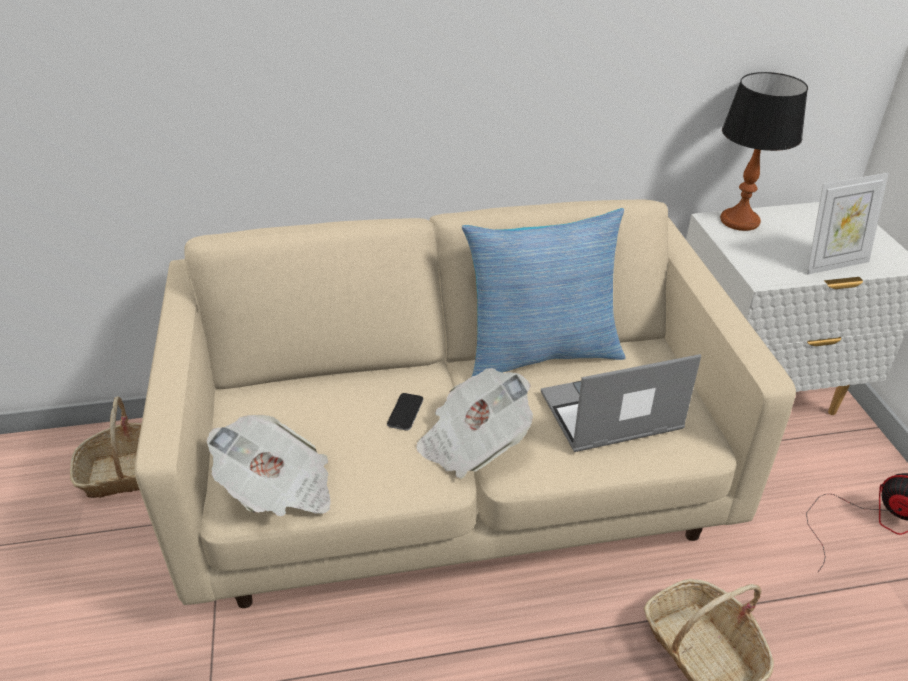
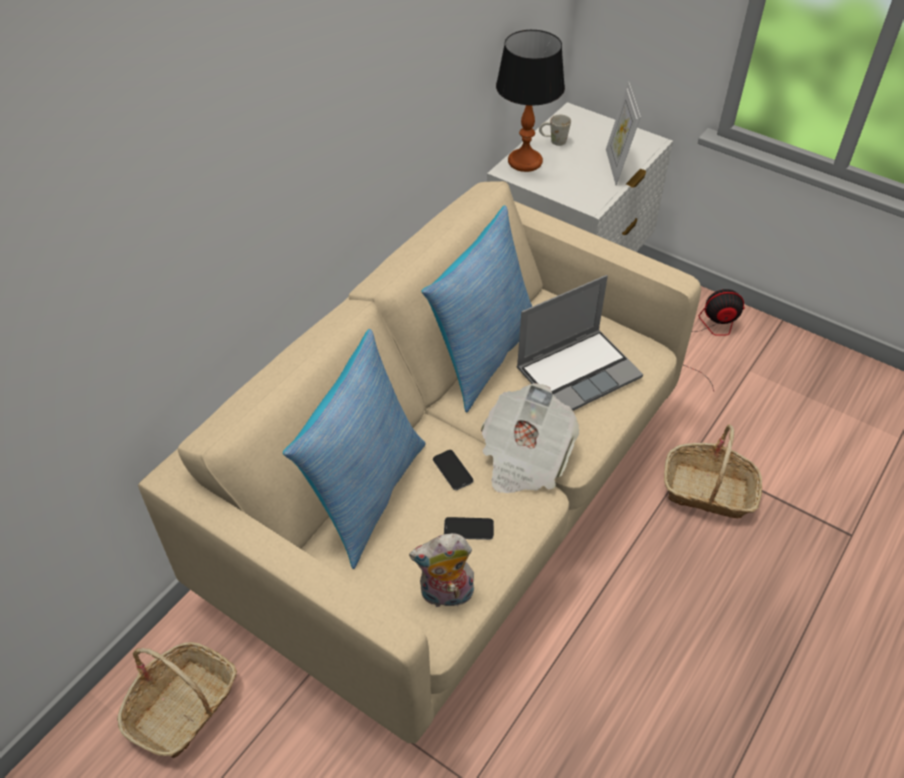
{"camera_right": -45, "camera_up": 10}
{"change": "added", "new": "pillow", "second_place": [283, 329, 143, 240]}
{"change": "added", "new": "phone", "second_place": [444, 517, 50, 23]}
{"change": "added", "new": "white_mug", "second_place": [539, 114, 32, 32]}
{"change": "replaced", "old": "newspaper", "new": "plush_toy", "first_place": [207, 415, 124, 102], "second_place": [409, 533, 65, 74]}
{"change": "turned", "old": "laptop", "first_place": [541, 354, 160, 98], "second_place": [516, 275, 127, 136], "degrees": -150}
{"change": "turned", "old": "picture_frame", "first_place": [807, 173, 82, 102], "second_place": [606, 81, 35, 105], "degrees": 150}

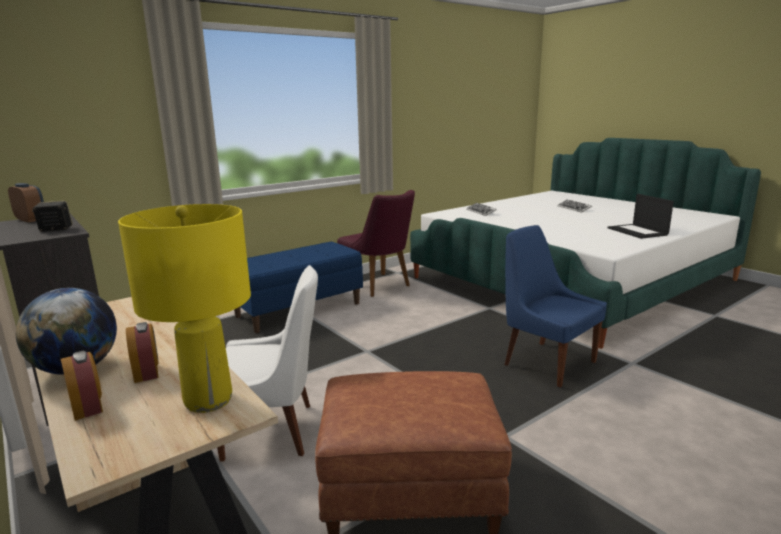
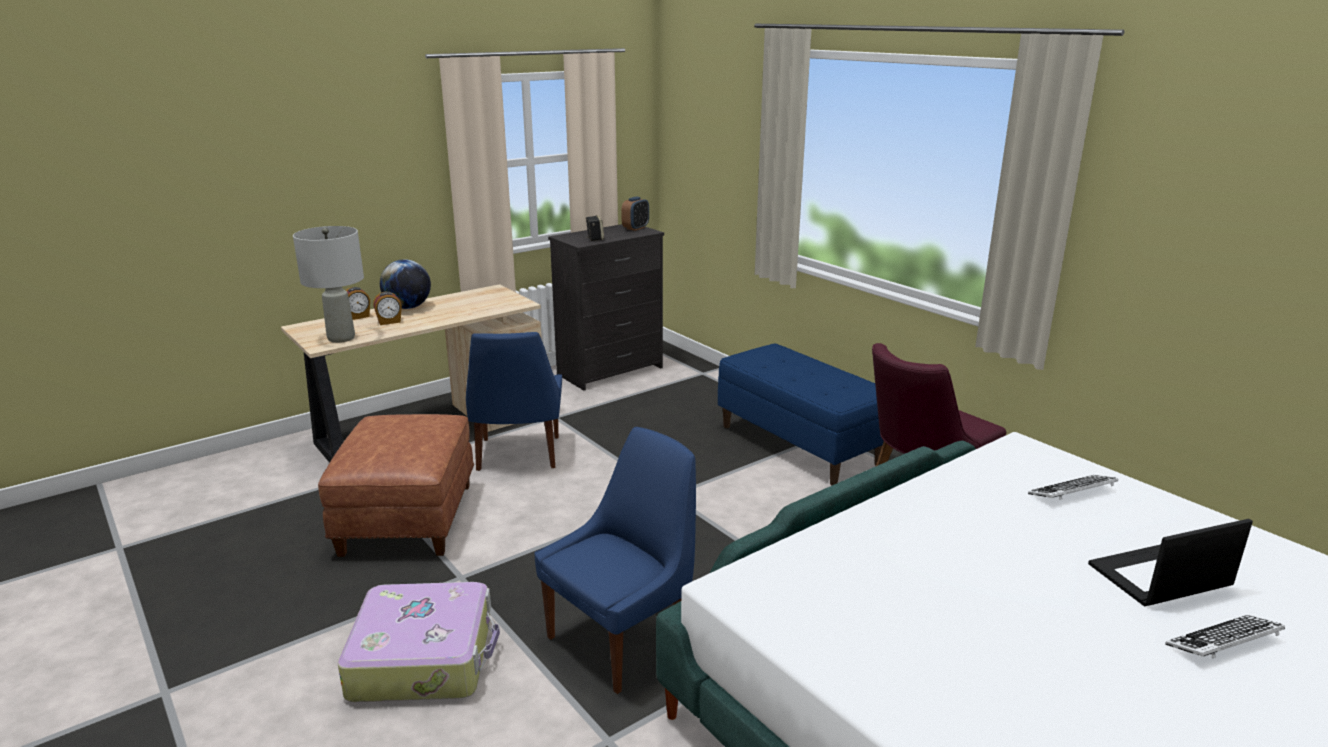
{"camera_right": 90, "camera_up": 5}
{"change": "added", "new": "suitcase", "second_place": [338, 582, 162, 120]}
{"change": "moved", "old": "laptop", "first_place": [607, 194, 67, 45], "second_place": [1088, 519, 165, 87]}
{"change": "recoloured", "old": "yellow_table_lamp", "new": "grey_table_lamp", "first_place": [118, 204, 133, 209], "second_place": [293, 226, 71, 117]}
{"change": "recoloured", "old": "white_chair", "new": "blue_chair", "first_place": [217, 265, 101, 197], "second_place": [466, 332, 96, 139]}

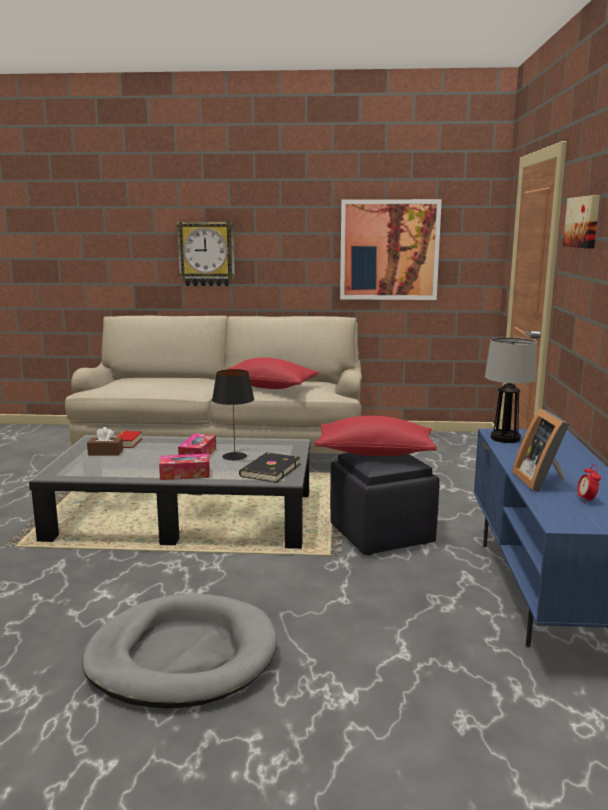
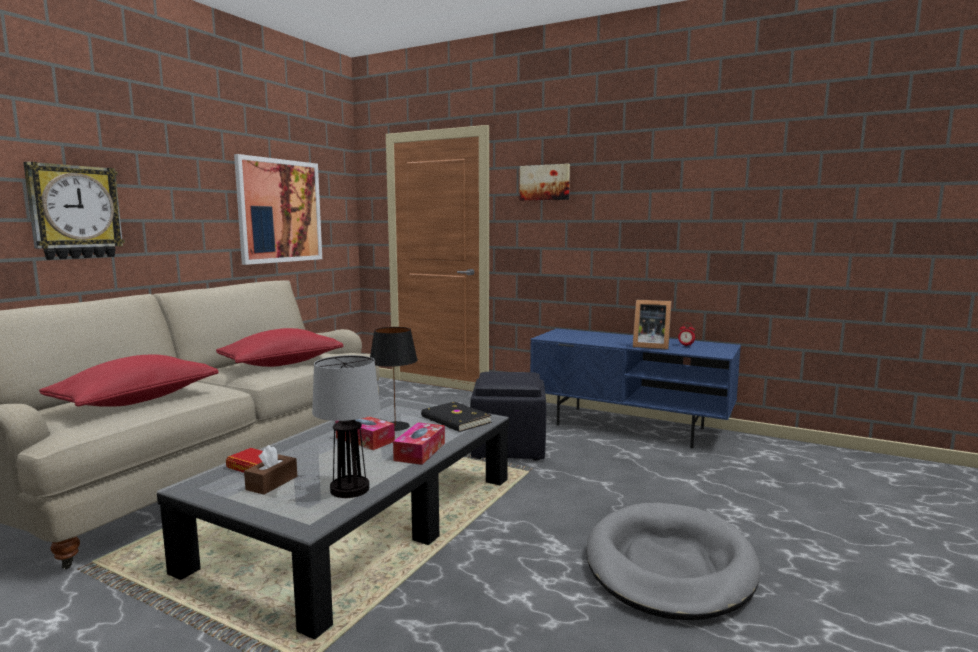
{"camera_right": -65, "camera_up": -5}
{"change": "moved", "old": "red_pillow", "first_place": [315, 416, 122, 40], "second_place": [39, 355, 180, 52]}
{"change": "moved", "old": "table_lamp", "first_place": [485, 337, 52, 106], "second_place": [312, 355, 68, 143]}

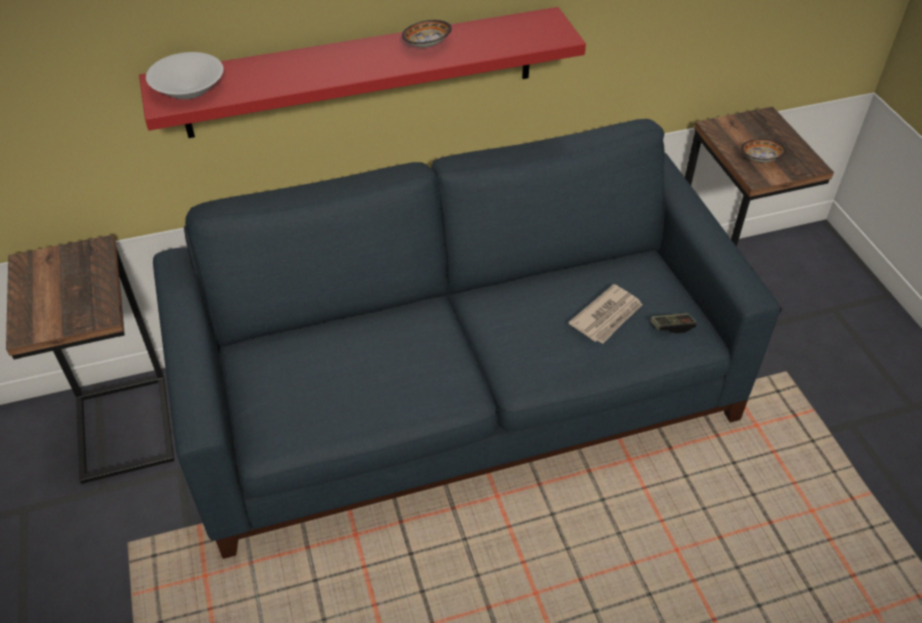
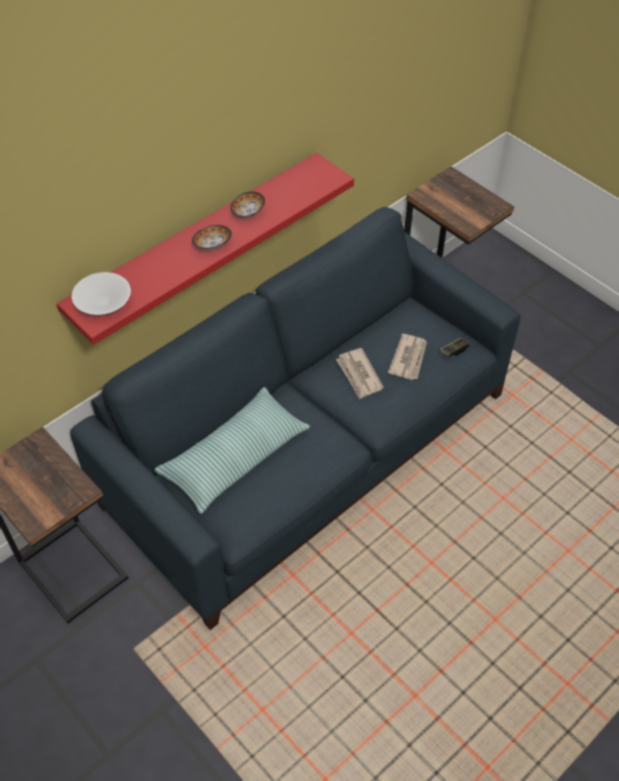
{"camera_right": -25, "camera_up": 5}
{"change": "added", "new": "pillow", "second_place": [154, 387, 156, 127]}
{"change": "added", "new": "newspaper", "second_place": [336, 348, 48, 51]}
{"change": "moved", "old": "bowl", "first_place": [741, 139, 46, 23], "second_place": [192, 225, 40, 25]}

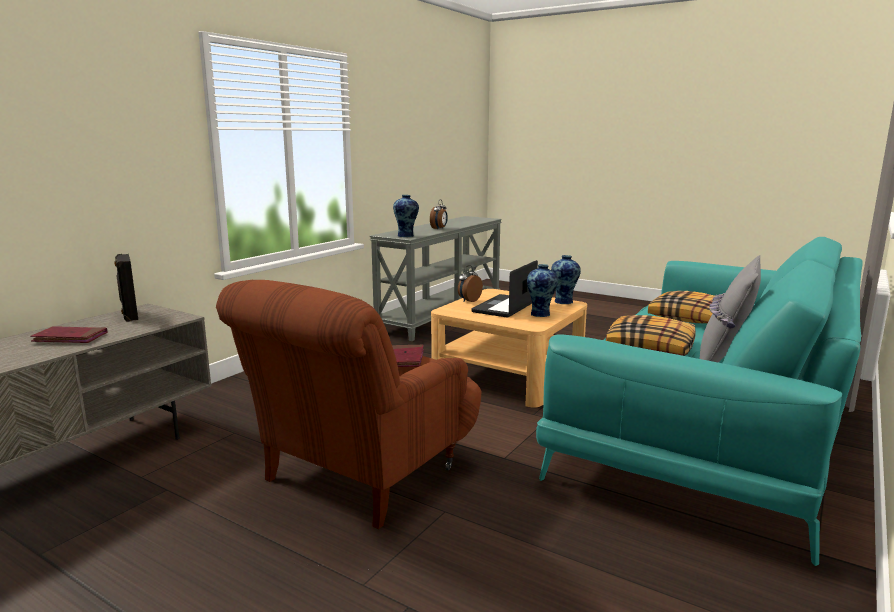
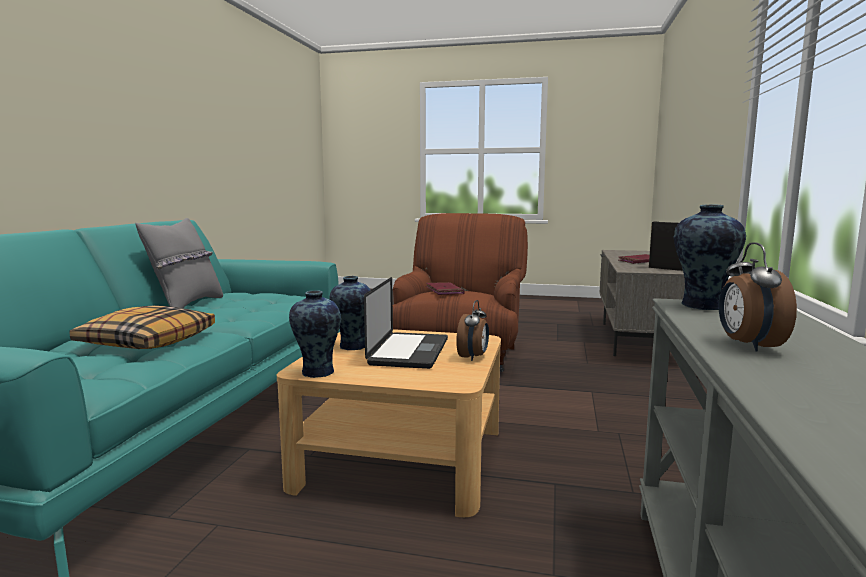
{"camera_right": 160, "camera_up": -5}
{"change": "removed", "old": "pillow", "first_place": [606, 315, 90, 41]}

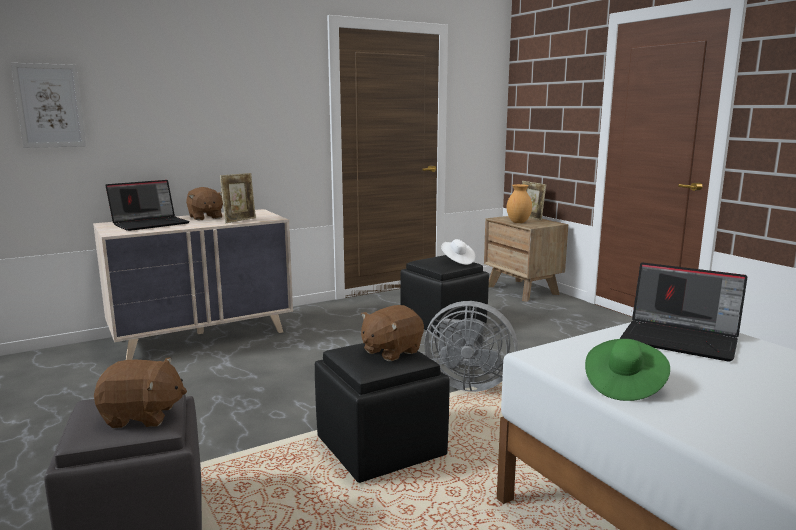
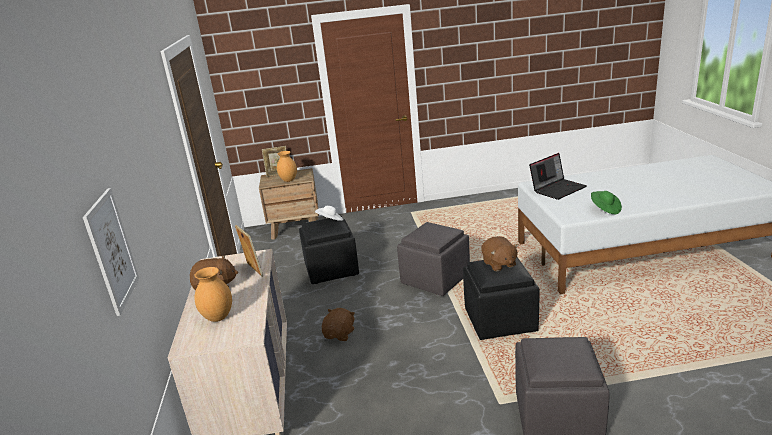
{"camera_right": -65, "camera_up": 10}
{"change": "moved", "old": "brown_plush_toy", "first_place": [94, 357, 93, 71], "second_place": [322, 308, 33, 33]}
{"change": "replaced", "old": "laptop", "new": "brown_vase", "first_place": [105, 180, 85, 51], "second_place": [194, 267, 38, 55]}
{"change": "replaced", "old": "grey_fan", "new": "grey_ottoman", "first_place": [424, 301, 94, 91], "second_place": [397, 222, 73, 74]}

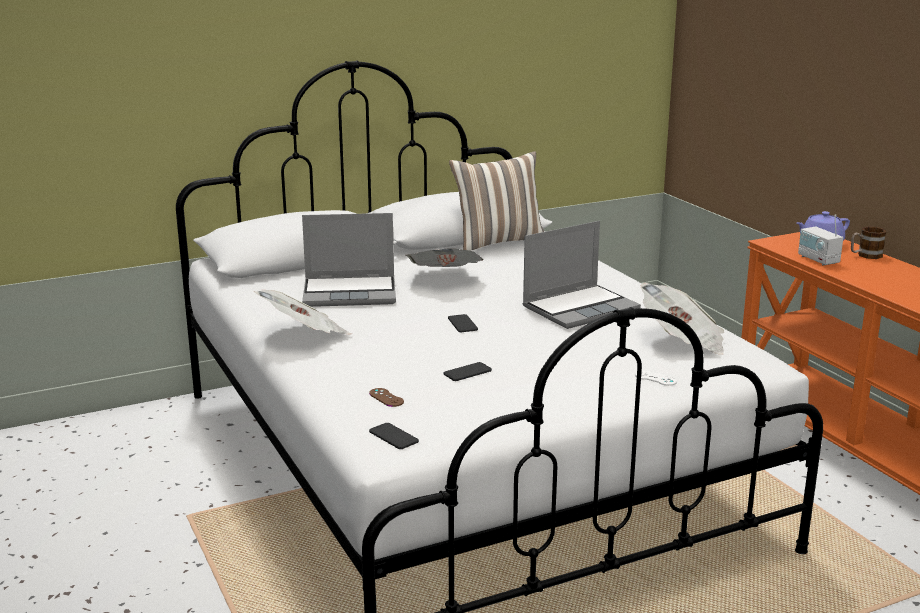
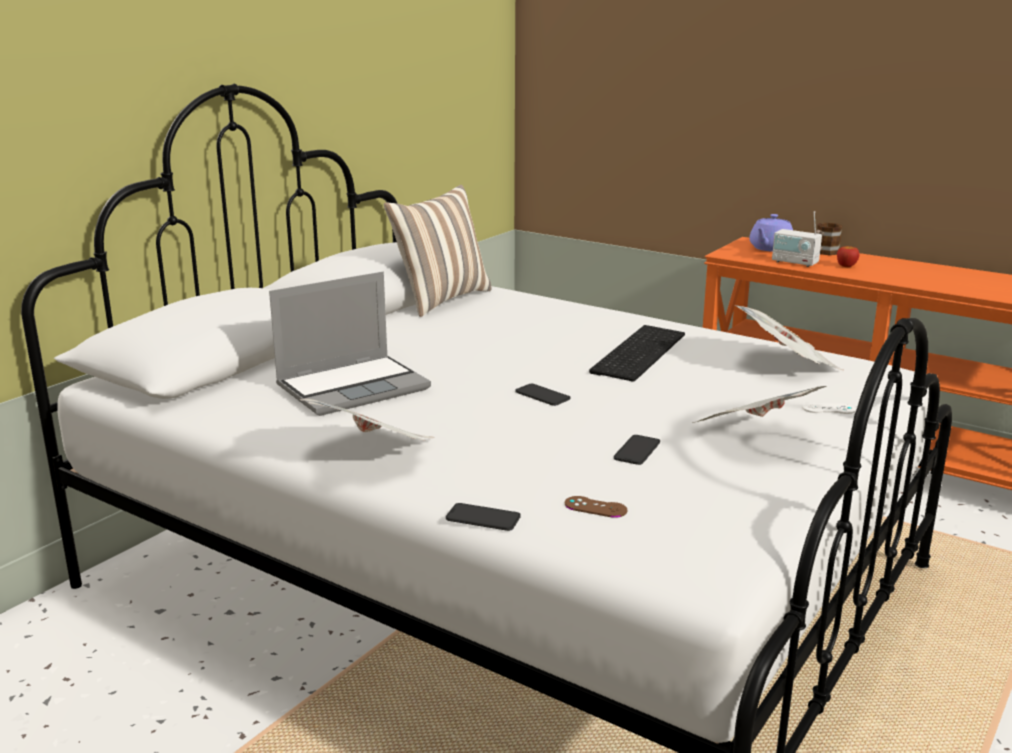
{"camera_right": -30, "camera_up": 0}
{"change": "added", "new": "apple", "second_place": [837, 246, 23, 21]}
{"change": "moved", "old": "phone", "first_place": [369, 423, 50, 26], "second_place": [446, 503, 75, 28]}
{"change": "moved", "old": "newspaper", "first_place": [406, 248, 77, 19], "second_place": [692, 386, 134, 37]}
{"change": "replaced", "old": "laptop", "new": "keyboard", "first_place": [522, 221, 119, 108], "second_place": [589, 325, 96, 57]}

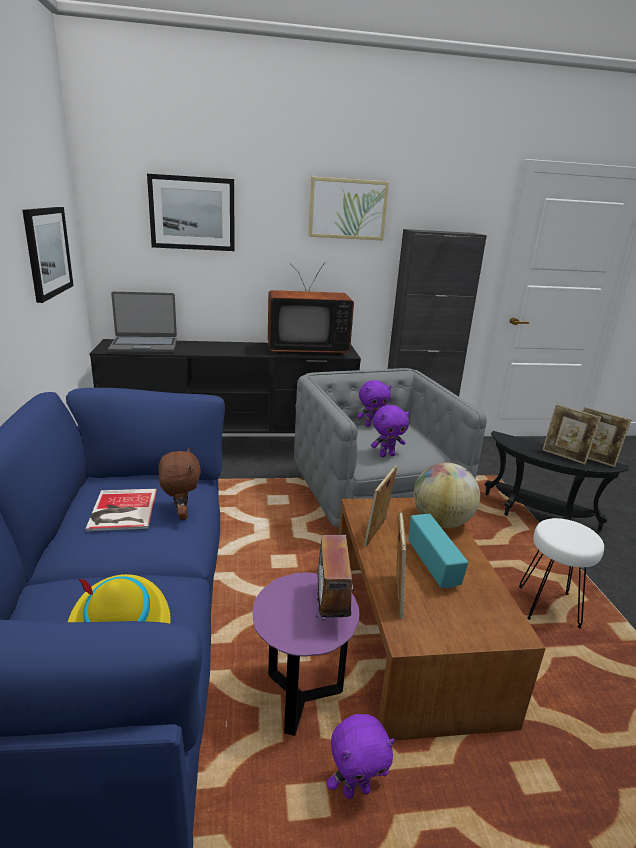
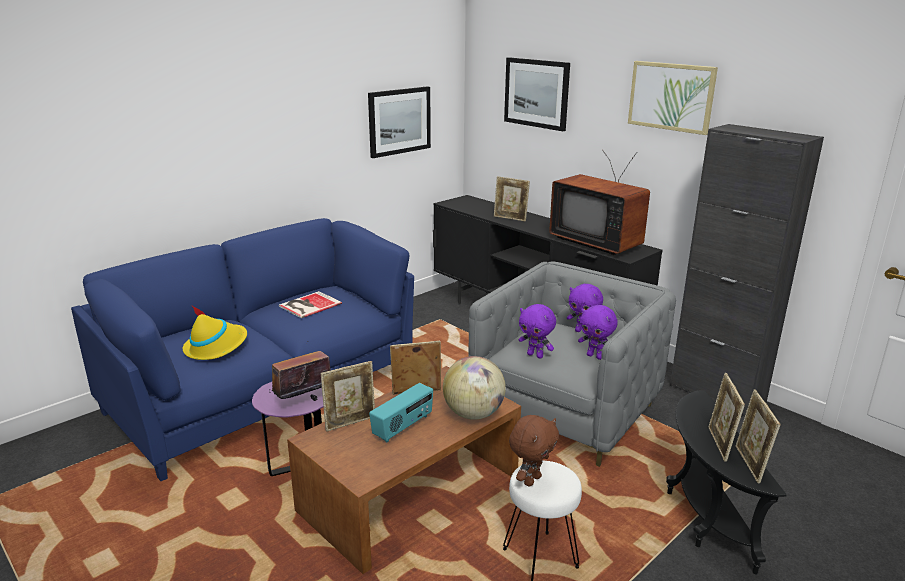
{"camera_right": 55, "camera_up": 0}
{"change": "removed", "old": "laptop", "first_place": [108, 291, 69, 62]}
{"change": "added", "new": "picture_frame", "second_place": [494, 176, 36, 46]}
{"change": "moved", "old": "brown_plush_toy", "first_place": [159, 448, 42, 72], "second_place": [509, 415, 50, 72]}
{"change": "moved", "old": "purple_plush_toy", "first_place": [327, 714, 68, 85], "second_place": [578, 305, 40, 55]}

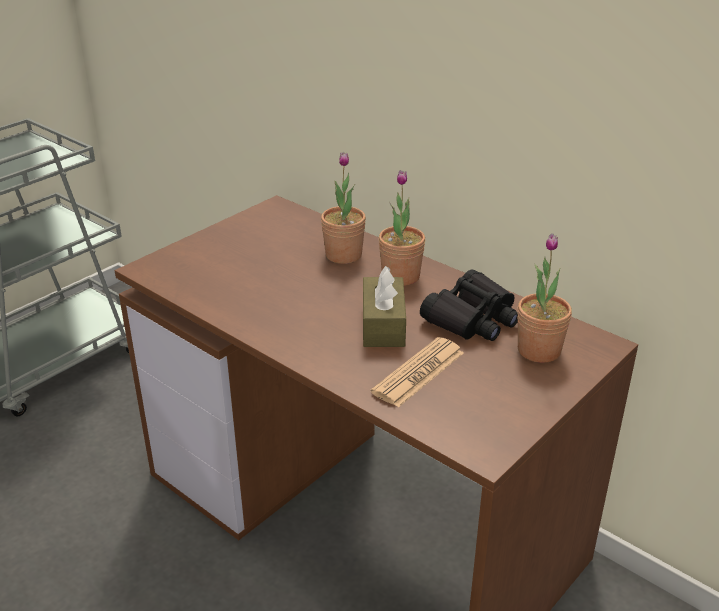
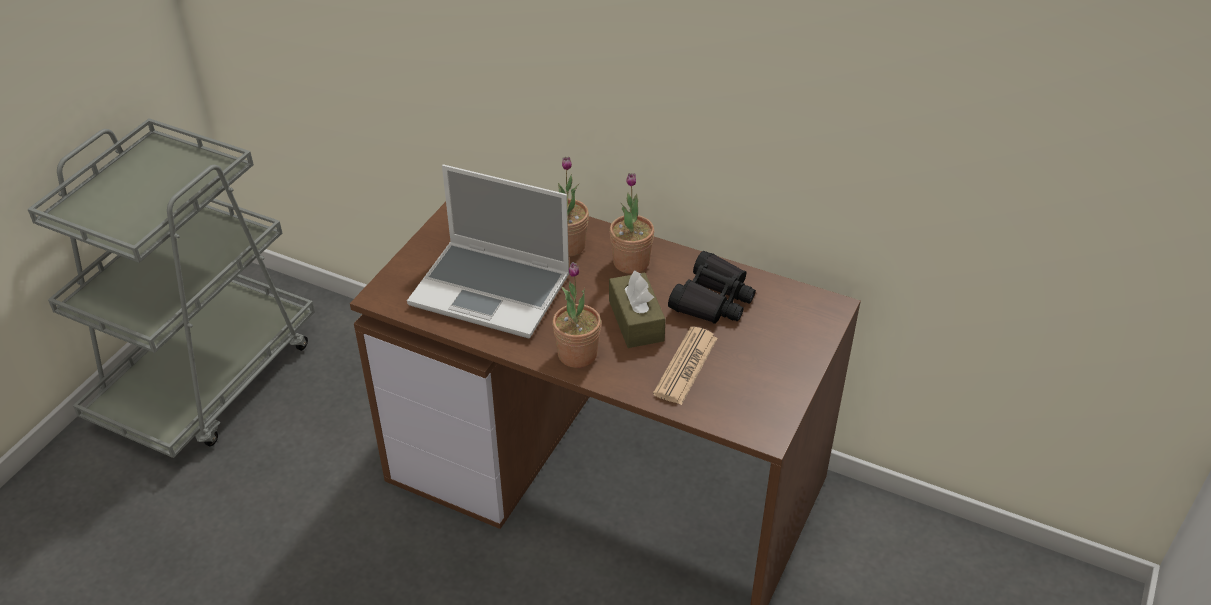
{"camera_right": -15, "camera_up": 10}
{"change": "added", "new": "laptop", "second_place": [407, 165, 162, 173]}
{"change": "moved", "old": "potted_plant", "first_place": [517, 233, 55, 130], "second_place": [552, 262, 49, 106]}

